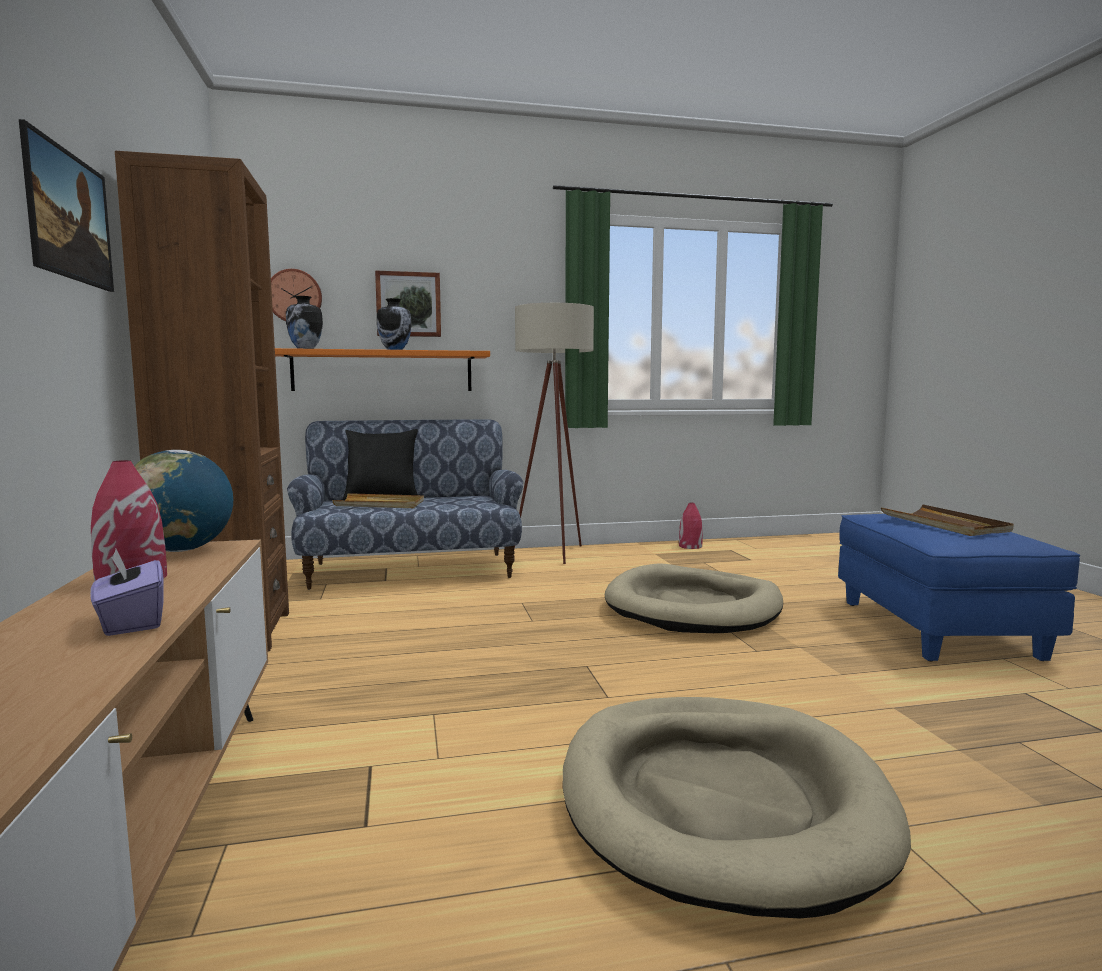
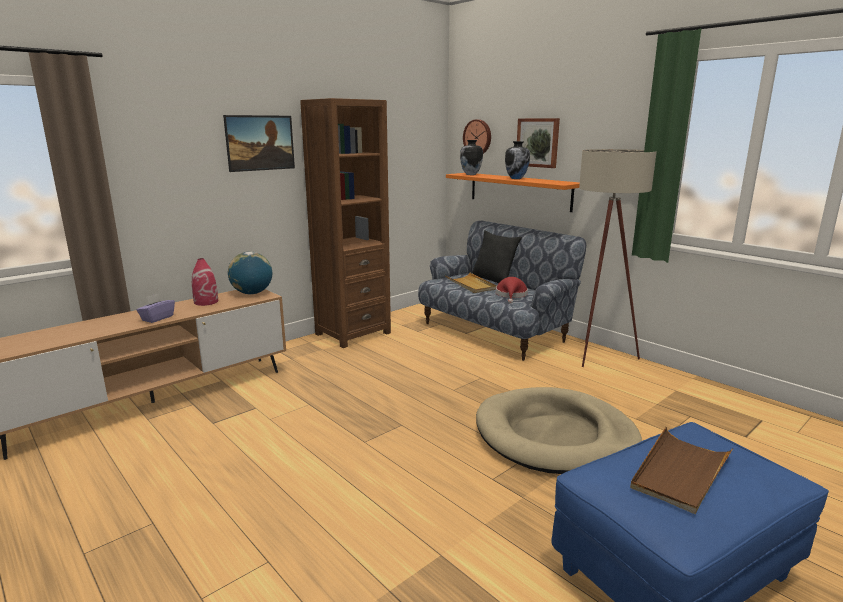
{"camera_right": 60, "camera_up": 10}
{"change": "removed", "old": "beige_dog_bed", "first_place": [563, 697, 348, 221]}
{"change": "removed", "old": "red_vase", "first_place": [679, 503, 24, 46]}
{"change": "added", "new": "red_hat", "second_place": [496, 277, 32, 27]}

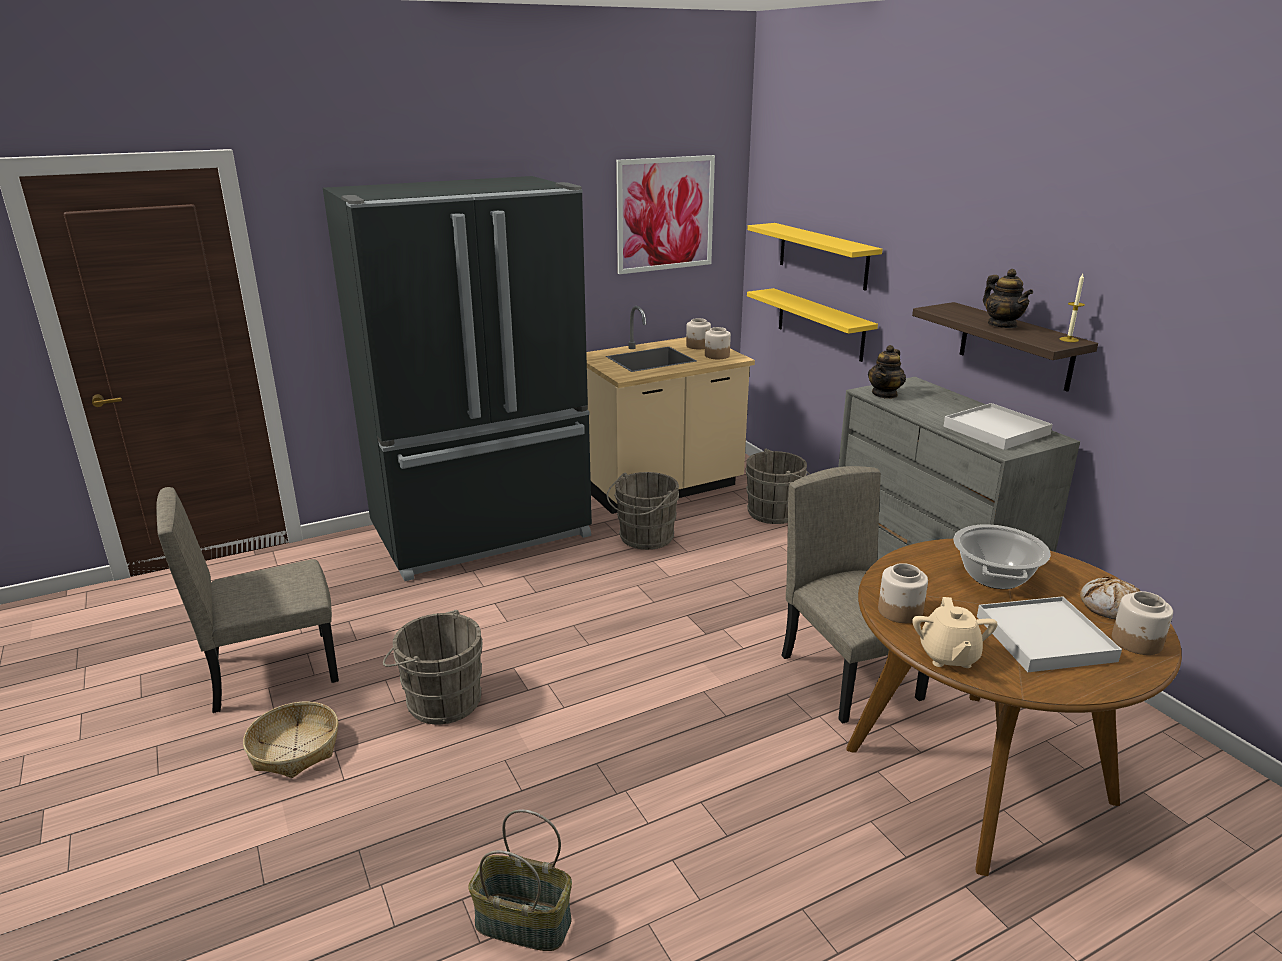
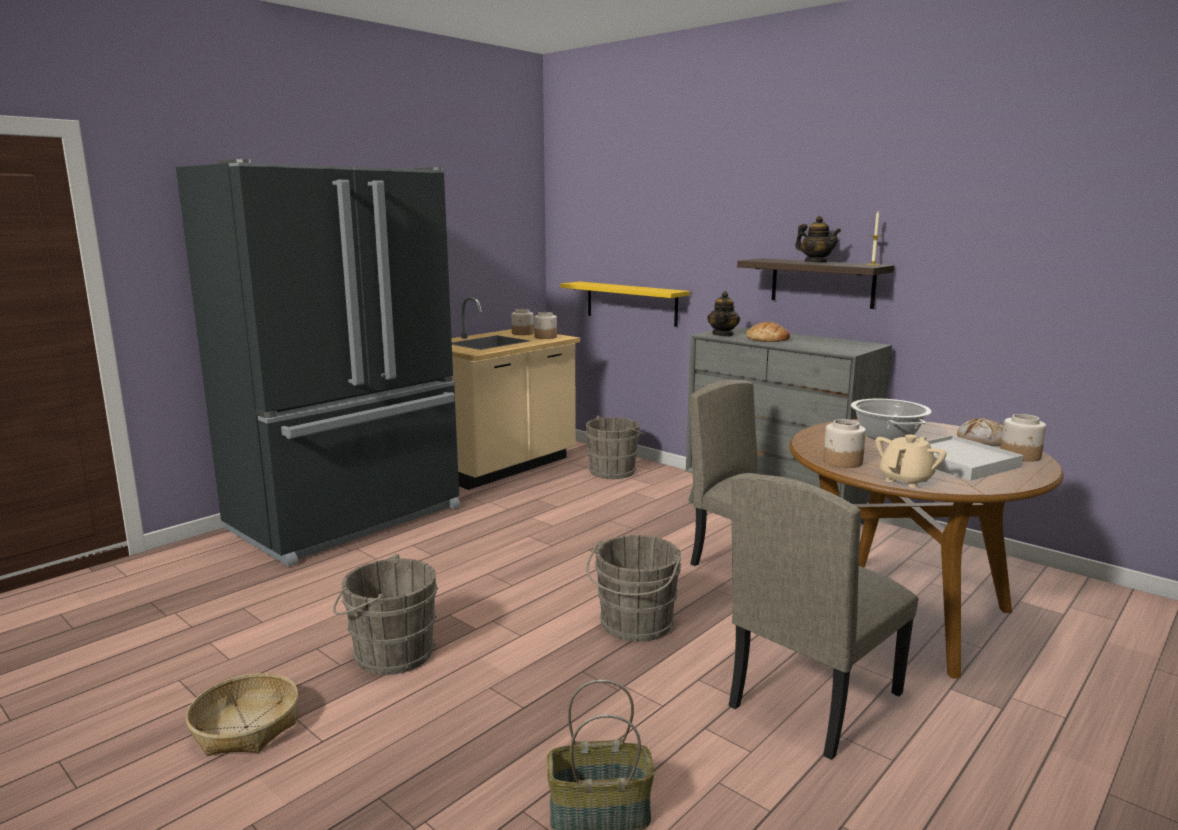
{"camera_right": -20, "camera_up": -10}
{"change": "removed", "old": "picture", "first_place": [616, 155, 99, 119]}
{"change": "removed", "old": "yellow_shelf", "first_place": [747, 223, 135, 68]}
{"change": "removed", "old": "white_tray", "first_place": [943, 403, 110, 47]}
{"change": "added", "new": "bread", "second_place": [746, 322, 44, 20]}
{"change": "moved", "old": "beige_chair", "first_place": [156, 487, 183, 226], "second_place": [729, 474, 189, 286]}
{"change": "moved", "old": "grey_bucket", "first_place": [607, 472, 72, 78], "second_place": [586, 535, 95, 107]}
{"change": "turned", "old": "beige_teapot", "first_place": [912, 597, 86, 71], "second_place": [875, 434, 72, 54], "degrees": -120}

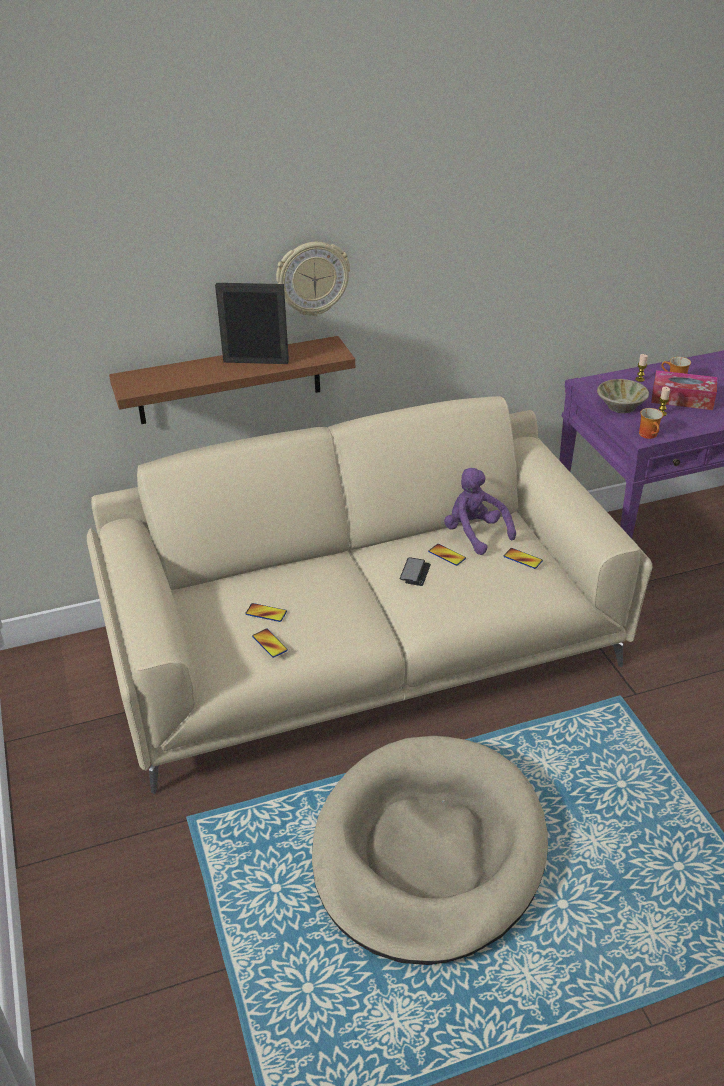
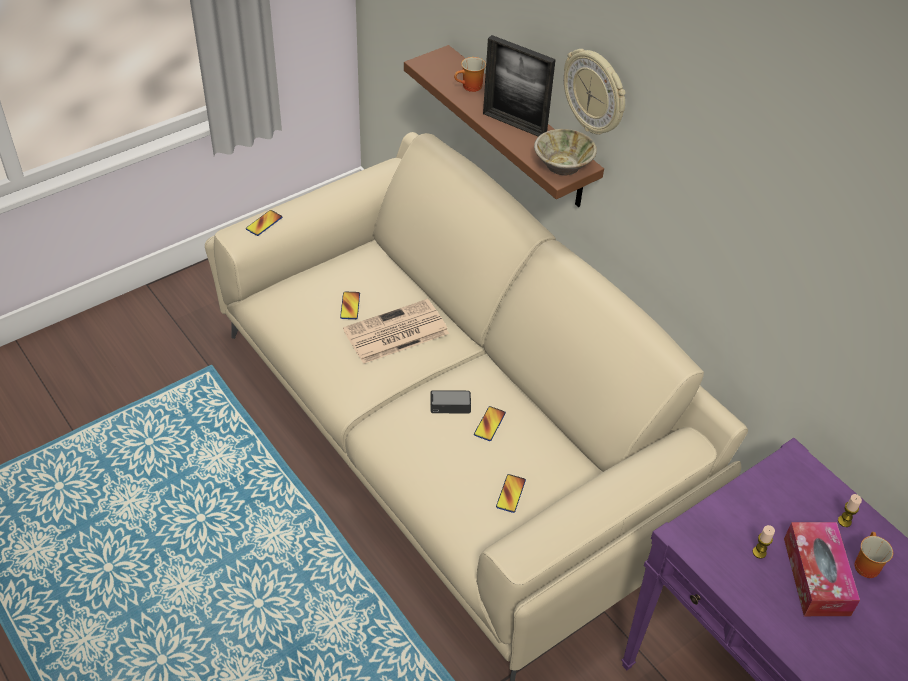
{"camera_right": 70, "camera_up": 10}
{"change": "removed", "old": "beige_dog_bed", "first_place": [312, 736, 236, 229]}
{"change": "removed", "old": "purple_plush_toy", "first_place": [444, 468, 72, 87]}
{"change": "added", "new": "newspaper", "second_place": [343, 299, 106, 65]}
{"change": "moved", "old": "phone", "first_place": [252, 629, 36, 29], "second_place": [246, 210, 36, 26]}
{"change": "moved", "old": "beige_bowl", "first_place": [597, 379, 52, 34], "second_place": [534, 129, 63, 47]}
{"change": "moved", "old": "mug", "first_place": [639, 408, 24, 31], "second_place": [454, 57, 32, 35]}
{"change": "turned", "old": "picture_frame", "first_place": [215, 283, 74, 81], "second_place": [483, 35, 73, 102], "degrees": 135}

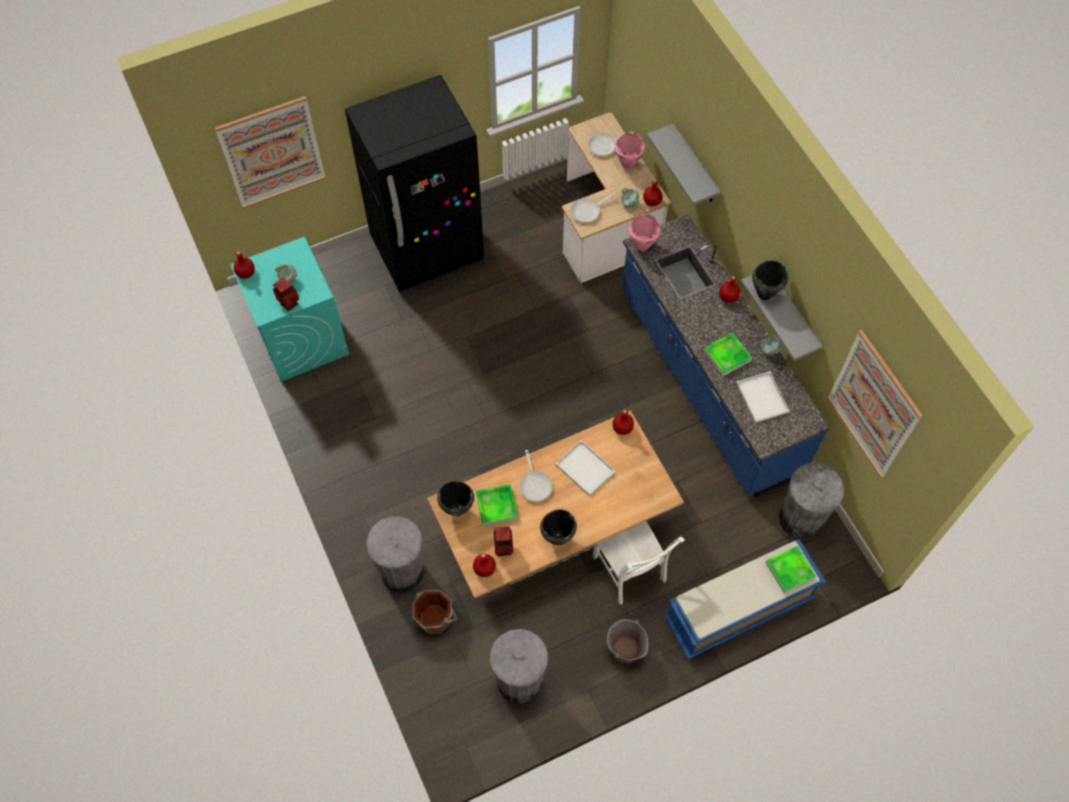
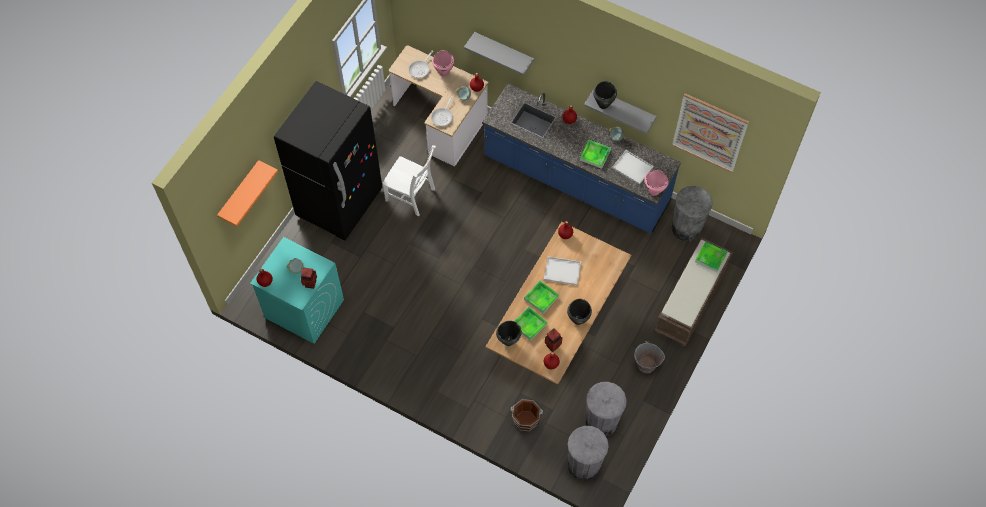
{"camera_right": -35, "camera_up": 0}
{"change": "moved", "old": "grey_trash_can", "first_place": [366, 516, 58, 76], "second_place": [568, 426, 41, 55]}
{"change": "moved", "old": "white_chair", "first_place": [593, 521, 91, 83], "second_place": [382, 145, 54, 71]}
{"change": "moved", "old": "pink_cooking_pot", "first_place": [629, 214, 31, 37], "second_place": [644, 170, 24, 26]}
{"change": "replaced", "old": "picture", "new": "orange_shelf", "first_place": [215, 96, 111, 113], "second_place": [217, 160, 61, 66]}
{"change": "replaced", "old": "frying_pan", "new": "tray", "first_place": [520, 450, 33, 52], "second_place": [524, 281, 35, 33]}
{"change": "recoloured", "old": "blue_bench", "new": "brown_bench", "first_place": [664, 539, 162, 120], "second_place": [655, 238, 78, 109]}

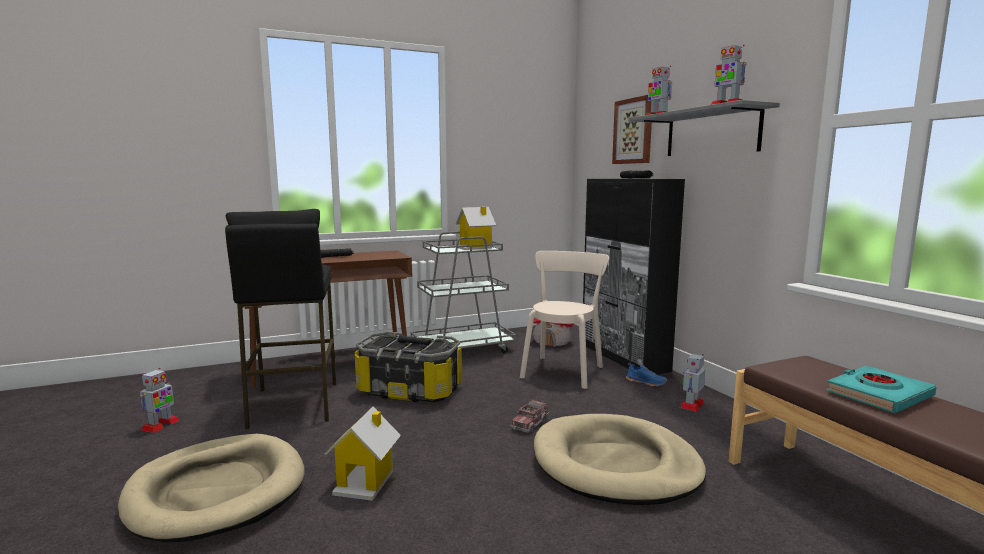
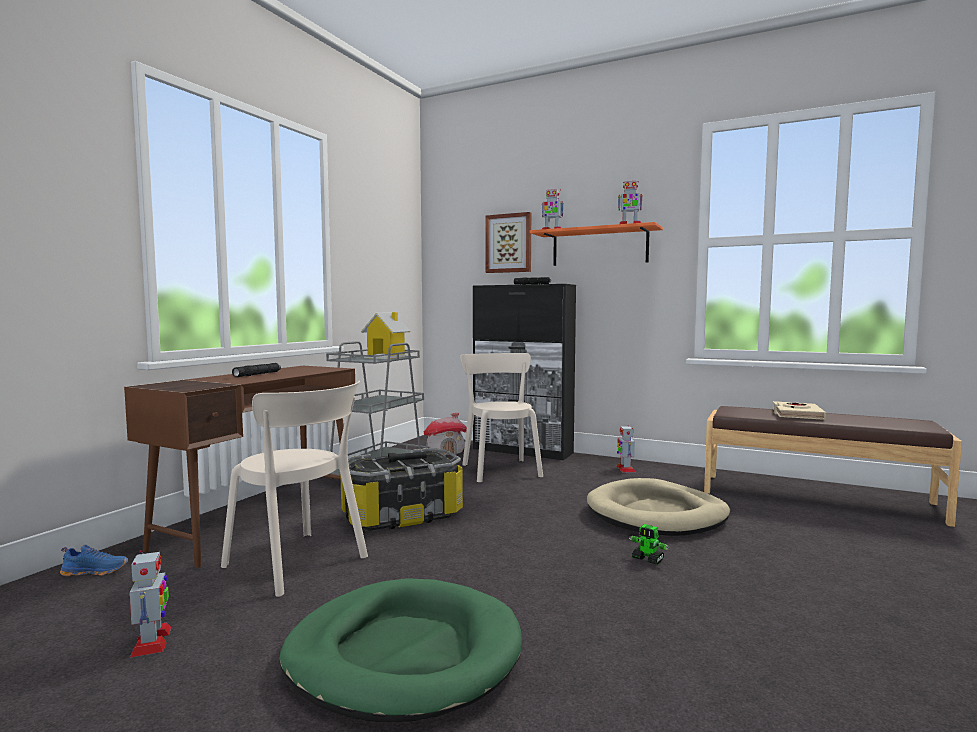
{"camera_right": -40, "camera_up": -5}
{"change": "removed", "old": "toy_house", "first_place": [324, 407, 77, 94]}
{"change": "removed", "old": "toy_truck", "first_place": [510, 399, 39, 34]}
{"change": "added", "new": "toy_robot", "second_place": [629, 524, 40, 41]}
{"change": "moved", "old": "blue_shoe", "first_place": [626, 362, 41, 24], "second_place": [60, 545, 68, 31]}
{"change": "replaced", "old": "black_stool", "new": "beige_chair", "first_place": [225, 209, 111, 221], "second_place": [221, 380, 147, 217]}
{"change": "recoloured", "old": "beige_dog_bed", "new": "green_dog_bed", "first_place": [118, 434, 187, 108], "second_place": [279, 578, 243, 144]}
{"change": "recoloured", "old": "grey_shelf", "new": "orange_shelf", "first_place": [628, 100, 152, 56], "second_place": [529, 222, 134, 44]}
{"change": "recoloured", "old": "turquoise_book", "new": "beige_book", "first_place": [826, 366, 111, 47], "second_place": [773, 401, 54, 19]}

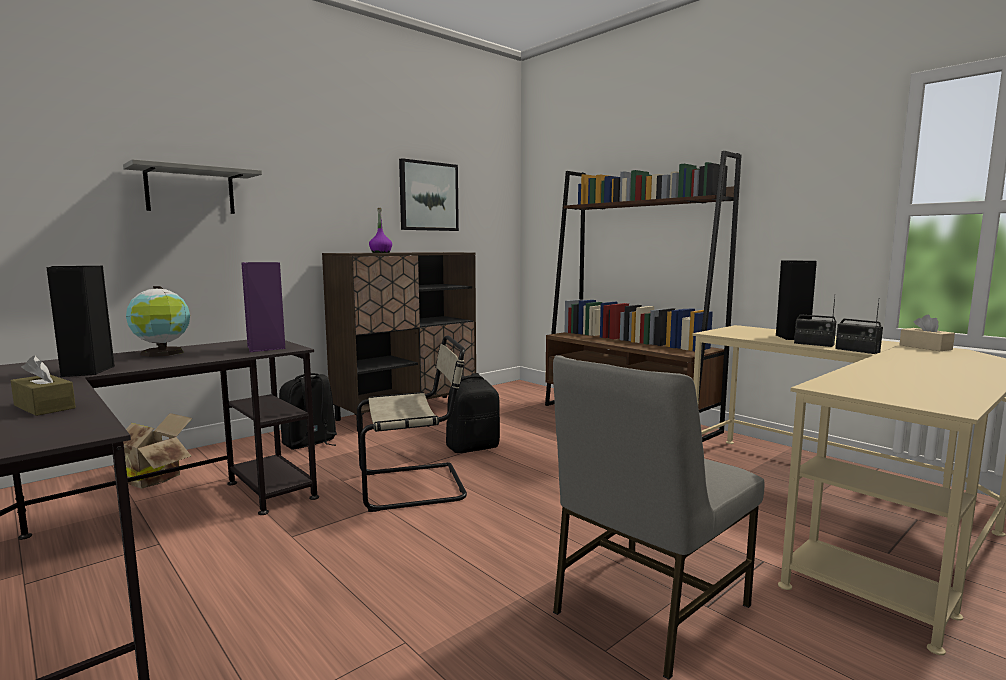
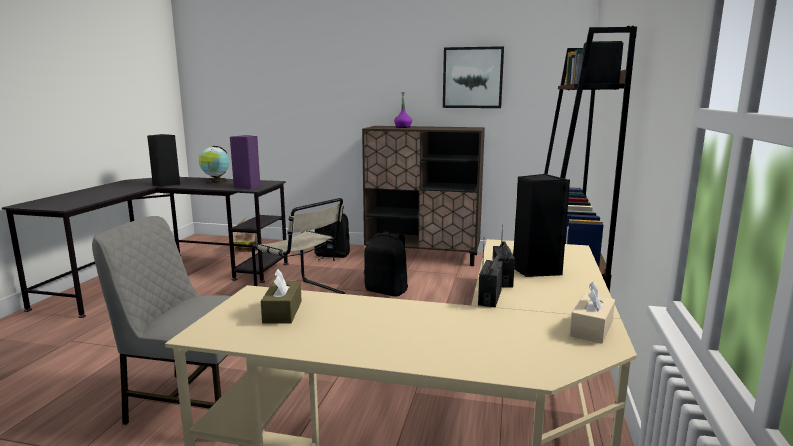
{"camera_right": 55, "camera_up": 5}
{"change": "removed", "old": "grey_shelf", "first_place": [123, 159, 139, 55]}
{"change": "moved", "old": "brown_tissue_box", "first_place": [11, 355, 65, 61], "second_place": [261, 269, 41, 54]}

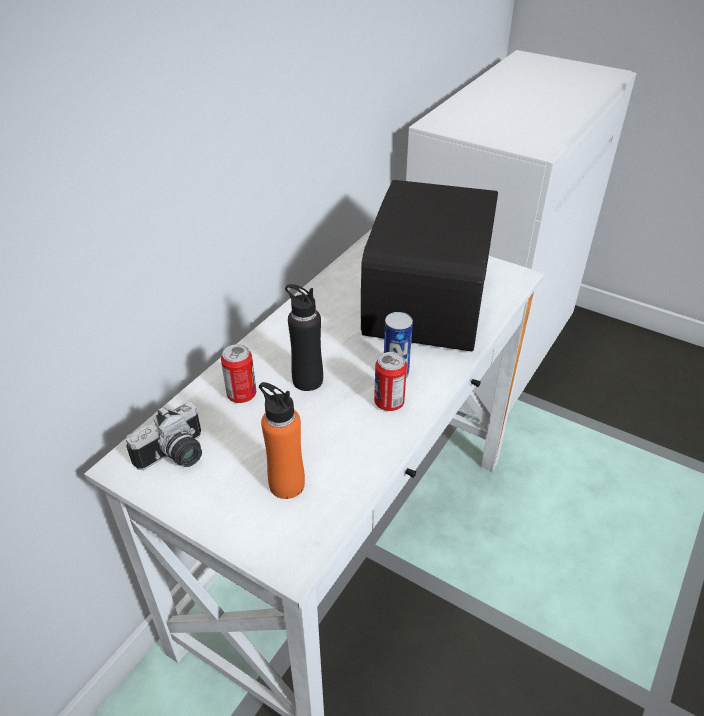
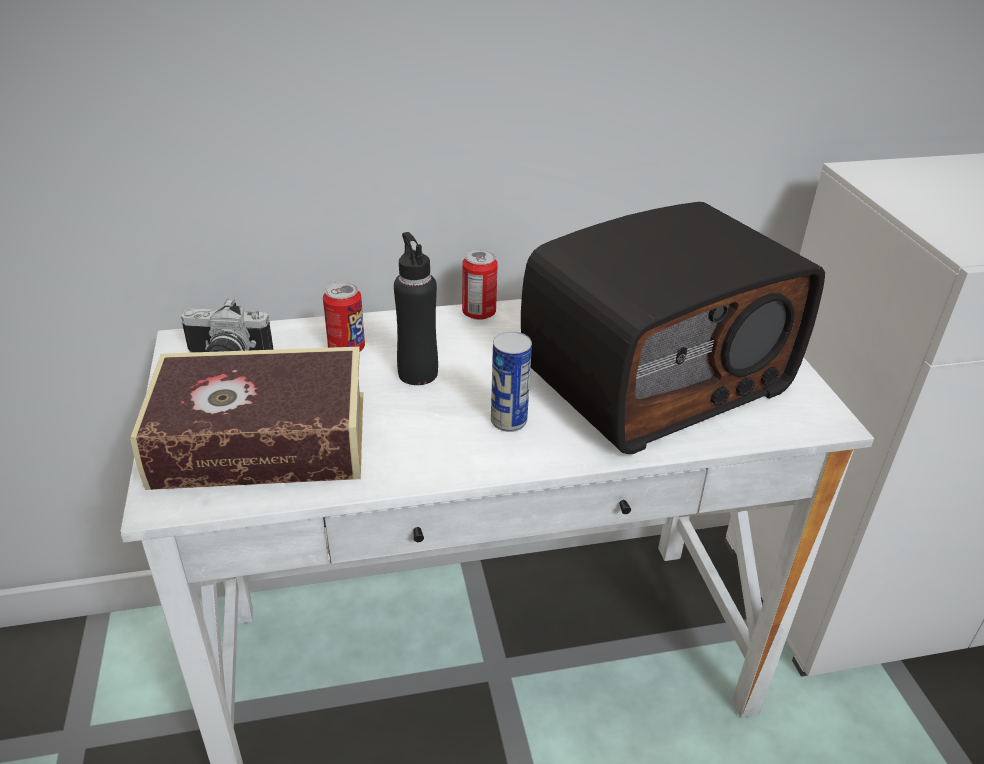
{"camera_right": 45, "camera_up": -5}
{"change": "moved", "old": "can", "first_place": [374, 352, 33, 59], "second_place": [462, 250, 36, 70]}
{"change": "replaced", "old": "orange_bottle", "new": "book", "first_place": [259, 382, 46, 117], "second_place": [130, 347, 233, 143]}

